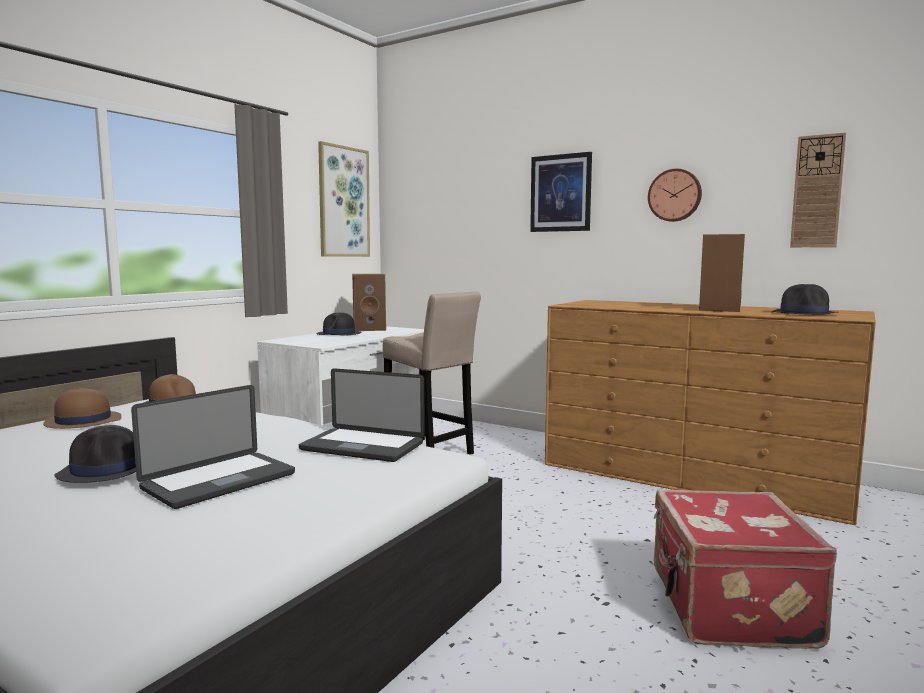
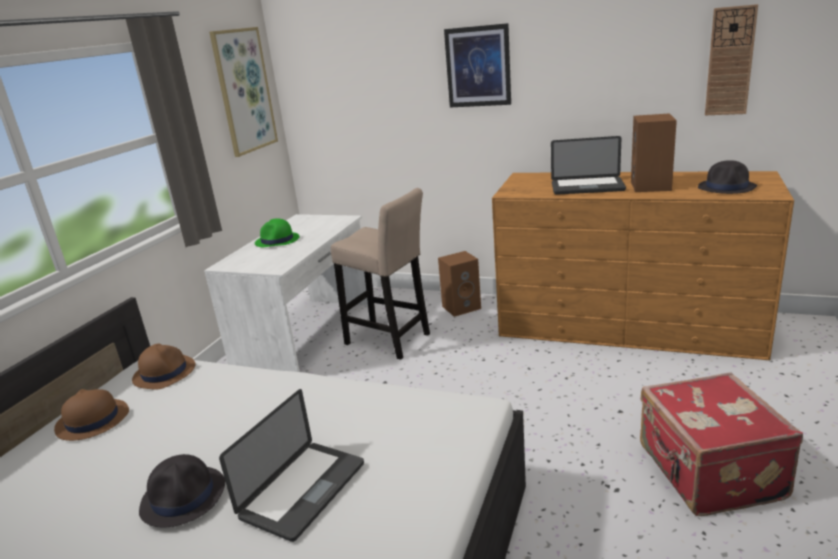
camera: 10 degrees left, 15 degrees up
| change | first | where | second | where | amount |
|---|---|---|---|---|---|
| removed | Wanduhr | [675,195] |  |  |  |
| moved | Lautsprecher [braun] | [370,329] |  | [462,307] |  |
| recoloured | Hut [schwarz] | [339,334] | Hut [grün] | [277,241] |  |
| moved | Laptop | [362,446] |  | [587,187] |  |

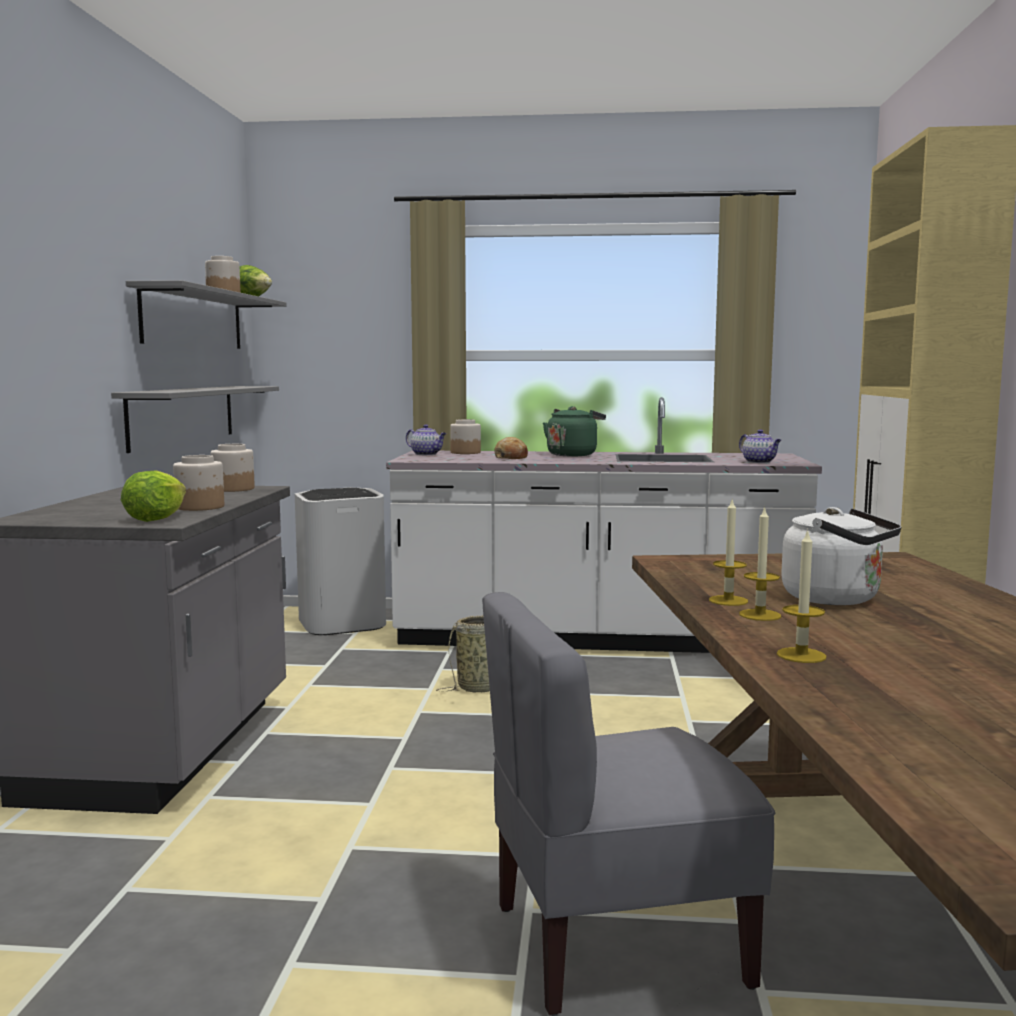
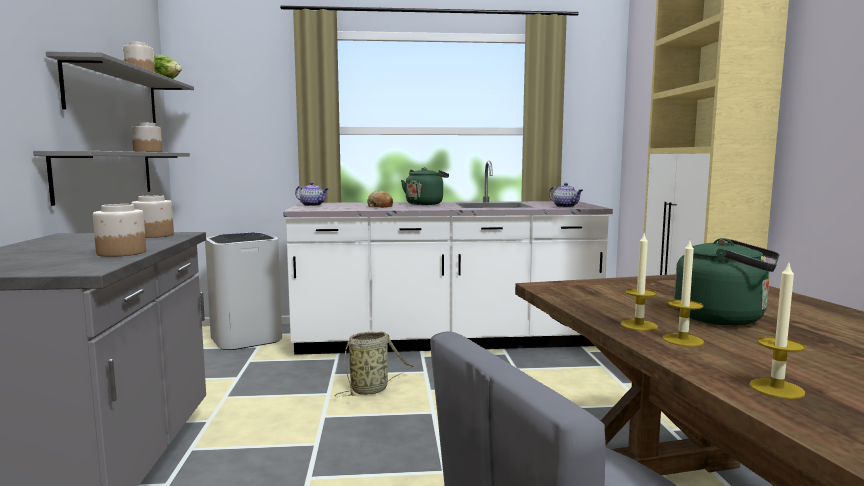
camera: 10 degrees left, 0 degrees up
| change | first | where | second | where | amount |
|---|---|---|---|---|---|
| moved | Vorratsglas | [465,452] |  | [147,152] |  |
| removed | Salatkopf | [155,519] |  |  |  |
| recoloured | Wasserkessel [weiß] | [837,599] | Wasserkessel [grün] | [725,319] |  |

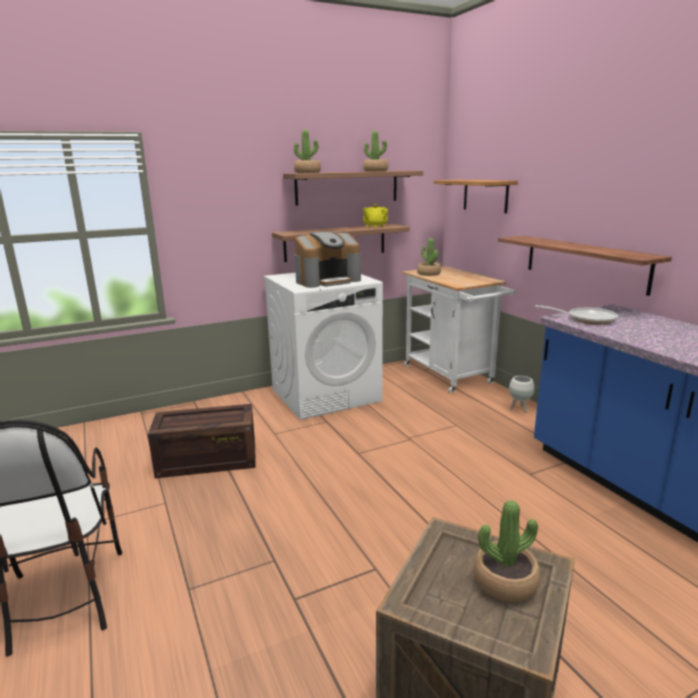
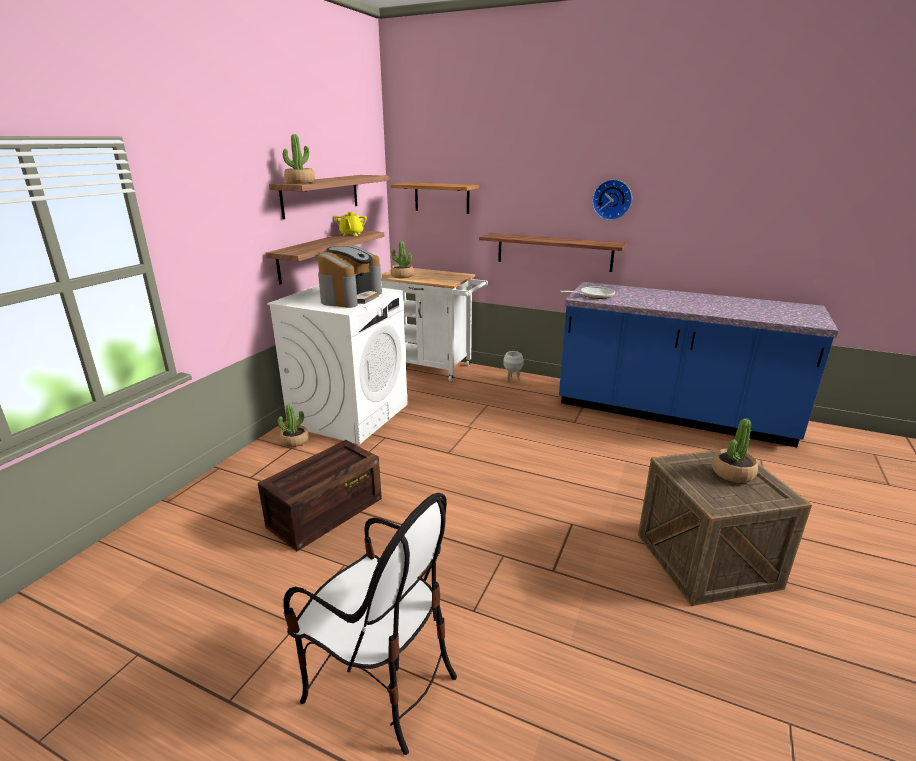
camera: 40 degrees left, 5 degrees up
| change | first | where | second | where | amount |
|---|---|---|---|---|---|
| moved | Topfpflanze | [375,171] |  | [295,441] |  |
| added |  |  | Wanduhr | [612,199] |  |

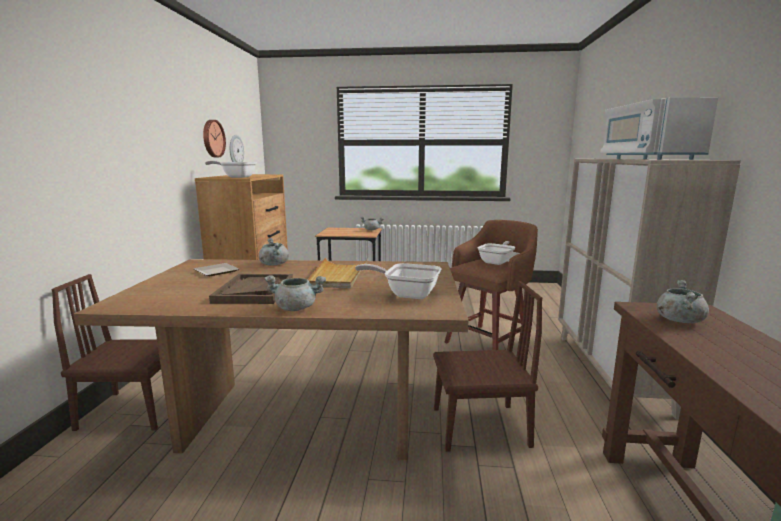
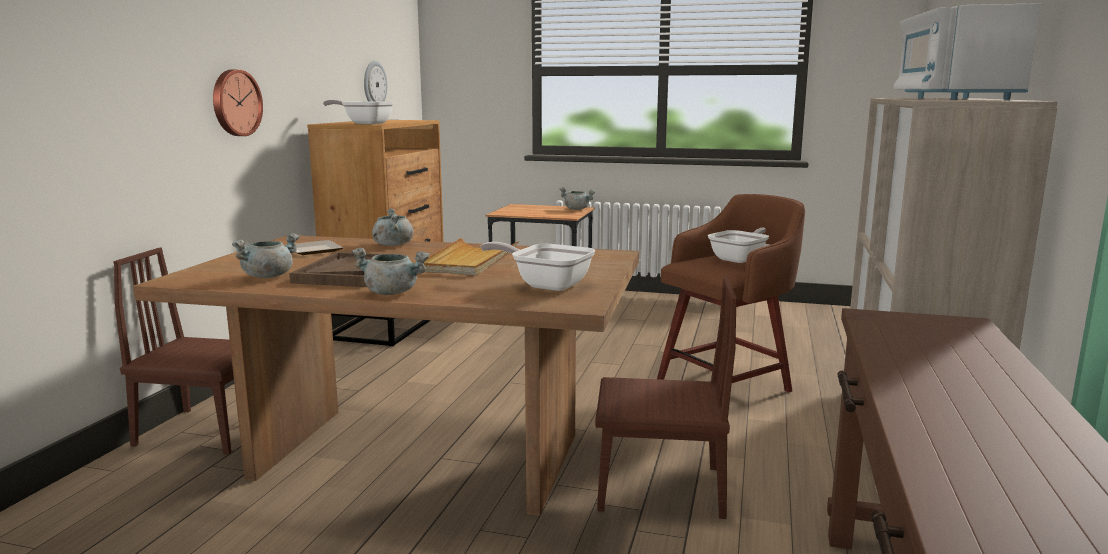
camera: 10 degrees right, 0 degrees up
| change | first | where | second | where | amount |
|---|---|---|---|---|---|
| moved | Wanduhr | [212,138] |  | [235,103] |  |
| moved | Kochtopf [grau] | [678,320] |  | [268,276] |  |

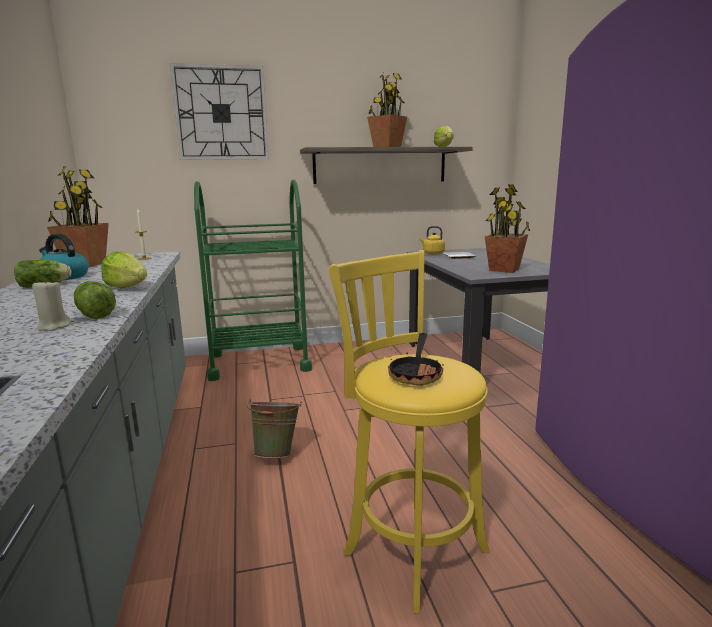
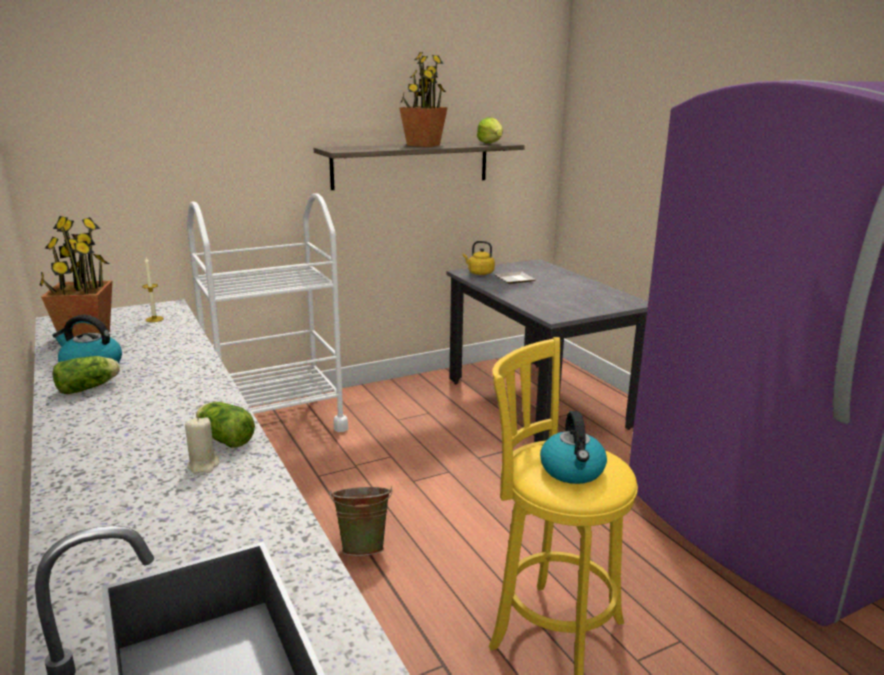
camera: 15 degrees left, 5 degrees up
| change | first | where | second | where | amount |
|---|---|---|---|---|---|
| removed | Wanduhr | [221,113] |  |  |  |
| recoloured | Rollwagen [grün] | [259,362] | Rollwagen [weiß] | [275,423] |  |
| removed | Topfpflanze | [504,270] |  |  |  |
| removed | Salatkopf | [127,288] |  |  |  |
| replaced | Pfanne | [416,373] | Wasserkessel | [572,471] |  |

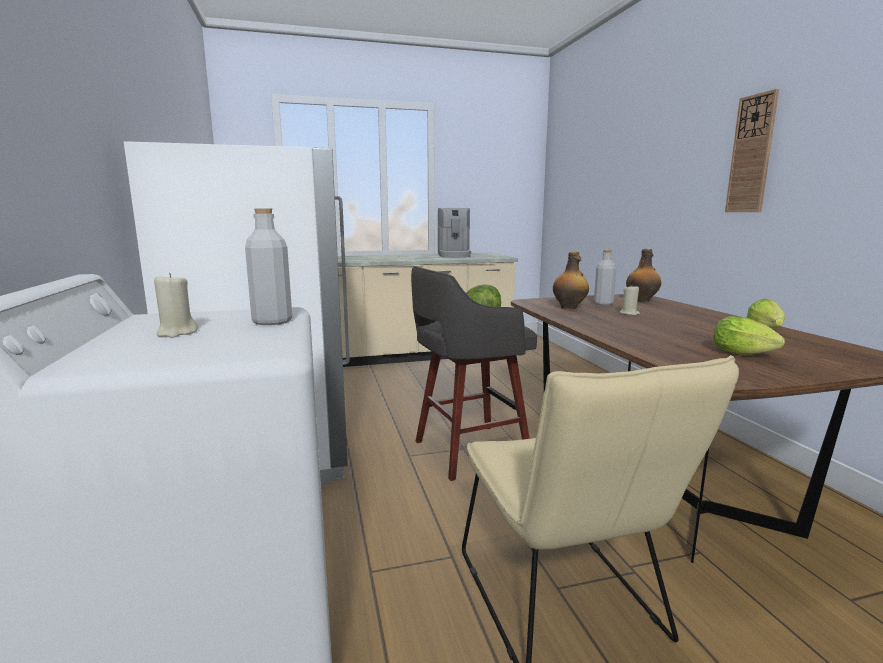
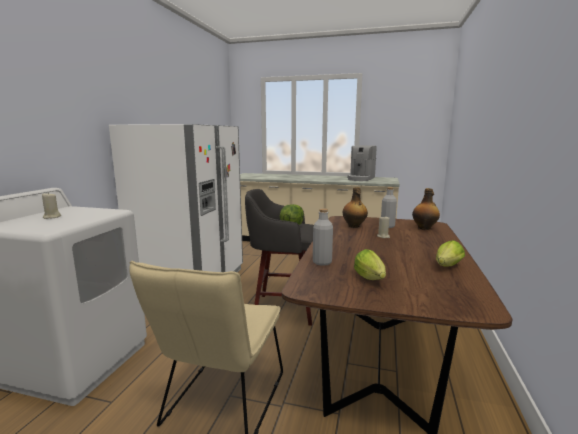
camera: 30 degrees right, 0 degrees up
| change | first | where | second | where | amount |
|---|---|---|---|---|---|
| removed | Wanduhr | [751,154] |  |  |  |
| moved | Flasche [grau] | [272,321] |  | [322,262] |  |

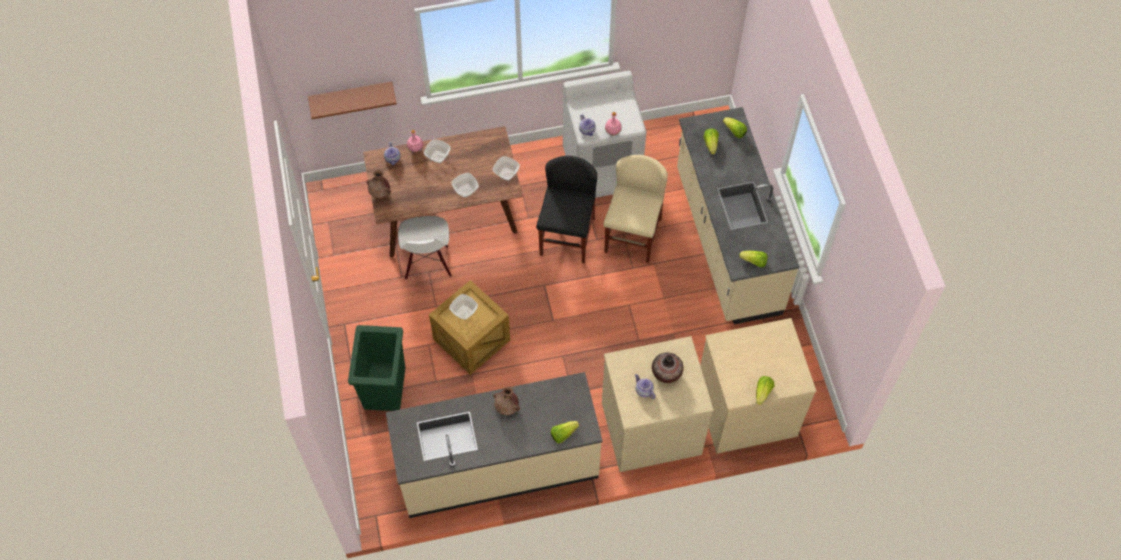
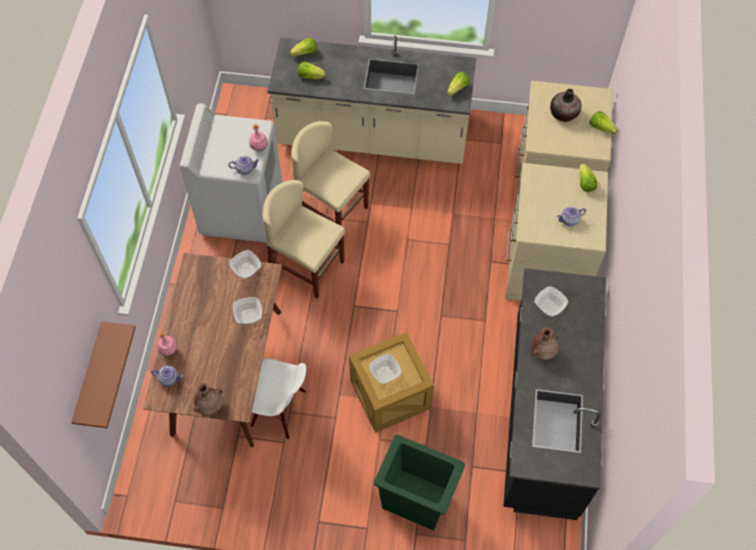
camera: 70 degrees left, 0 degrees up
| change | first | where | second | where | amount |
|---|---|---|---|---|---|
| moved | Schüssel | [438,157] |  | [549,307] |  |
| recoloured | Stuhl [schwarz] | [567,236] | Stuhl [beige] | [306,266] |  |
| moved | Vase | [666,373] |  | [563,114] |  |
| recoloured | Küchenzeile [beige] | [497,465] | Küchenzeile [schwarz] | [543,414] |  |
| moved | Salatkopf | [563,434] |  | [585,183] |  |

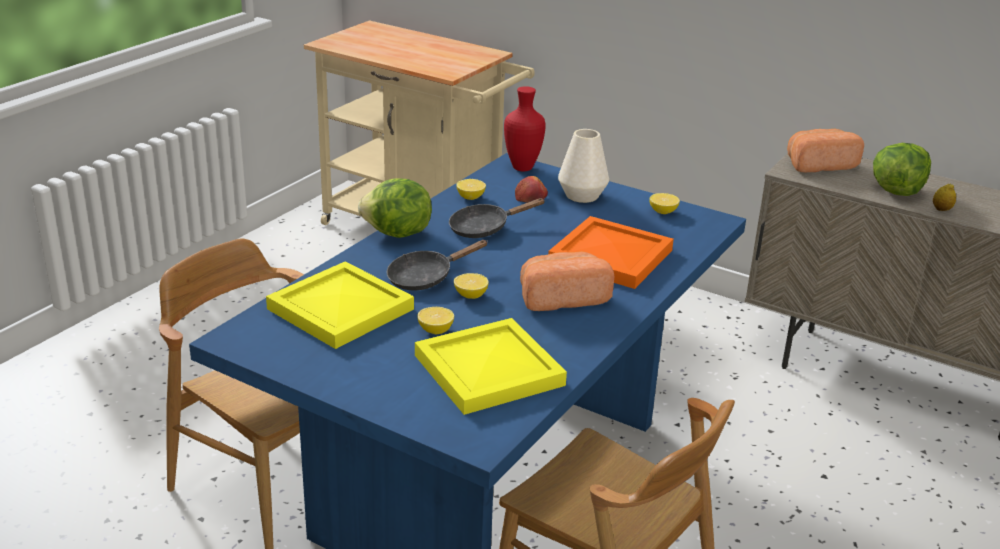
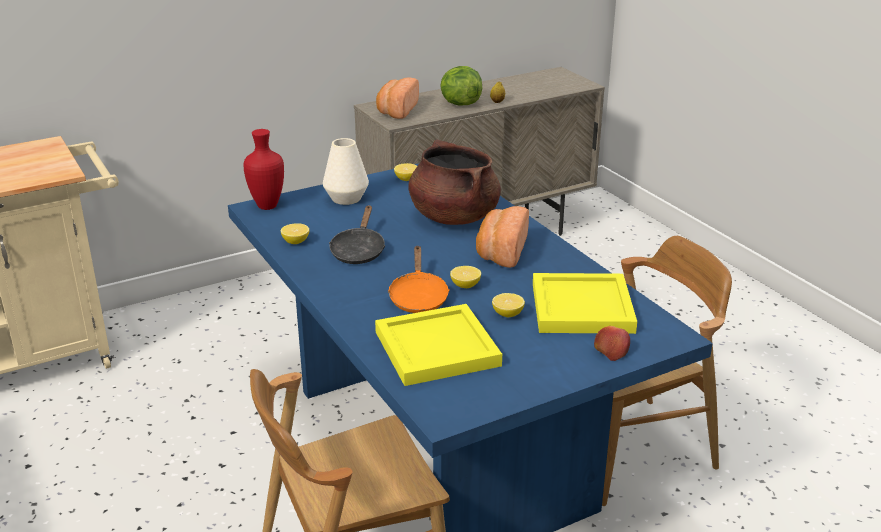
camera: 60 degrees left, 0 degrees up
| change | first | where | second | where | amount |
|---|---|---|---|---|---|
| moved | Apfel | [531,198] |  | [611,350] |  |
| removed | Salatkopf | [397,234] |  |  |  |
| replaced | Tablett [orange] | [610,255] | Kochtopf [braun] | [453,217] |  |
| recoloured | Pfanne [schwarz] | [425,277] | Pfanne [orange] | [418,297] |  |

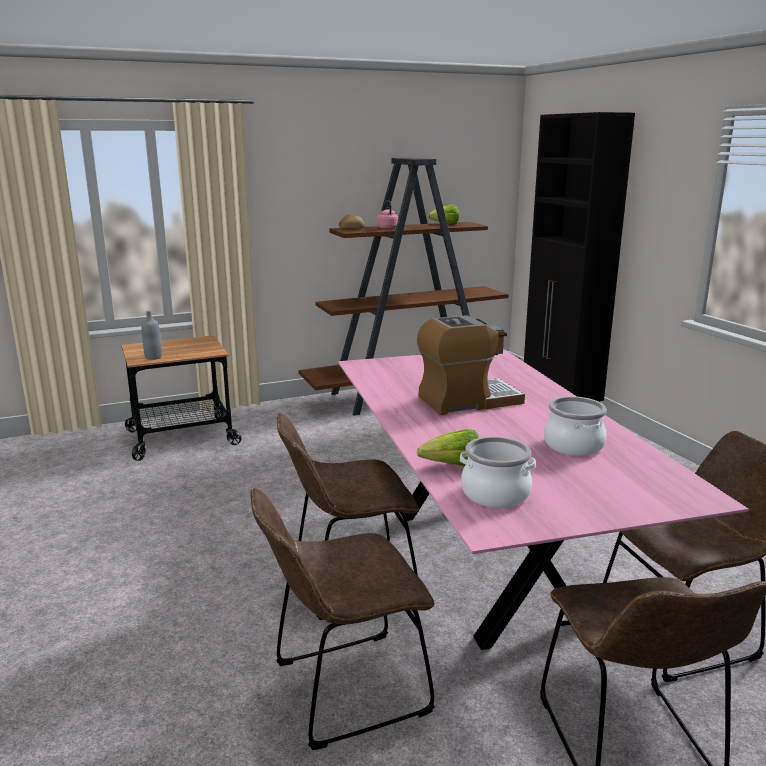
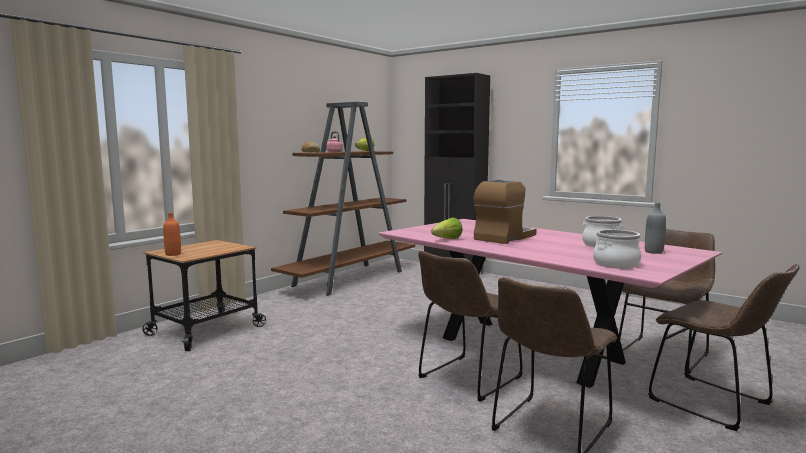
camera: 30 degrees left, 10 degrees down
| change | first | where | second | where | amount |
|---|---|---|---|---|---|
| moved | Flasche [grau] | [153,357] |  | [653,252] |  |
| moved | Salatkopf | [453,466] |  | [447,240] |  |
| added |  |  | Flasche [orange] | [173,254] |  |

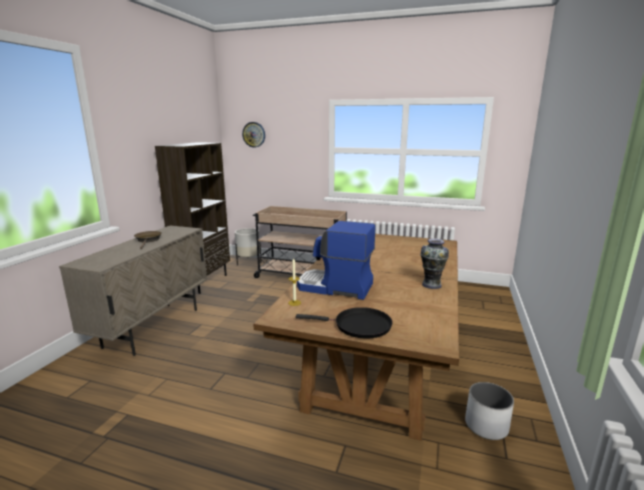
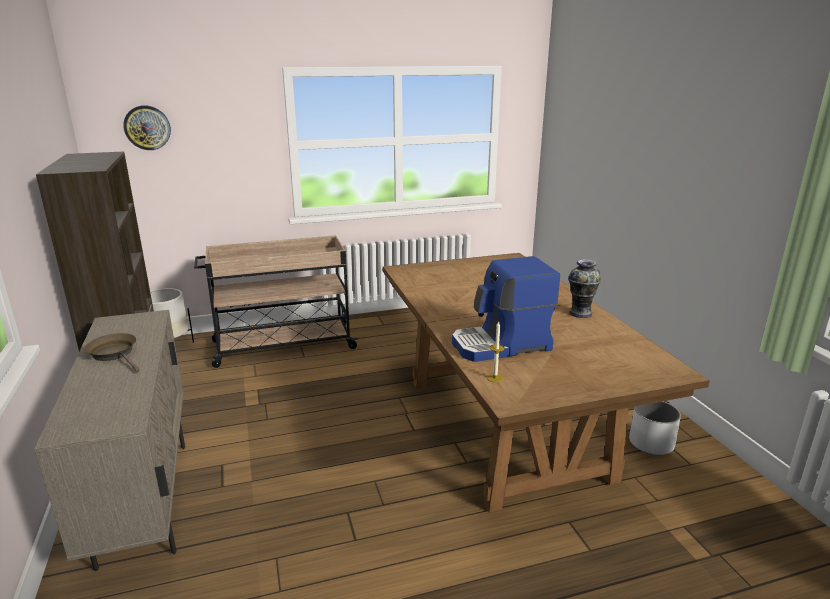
camera: 35 degrees left, 5 degrees up
| change | first | where | second | where | amount |
|---|---|---|---|---|---|
| removed | Pfanne [schwarz] | [358,326] |  |  |  |

